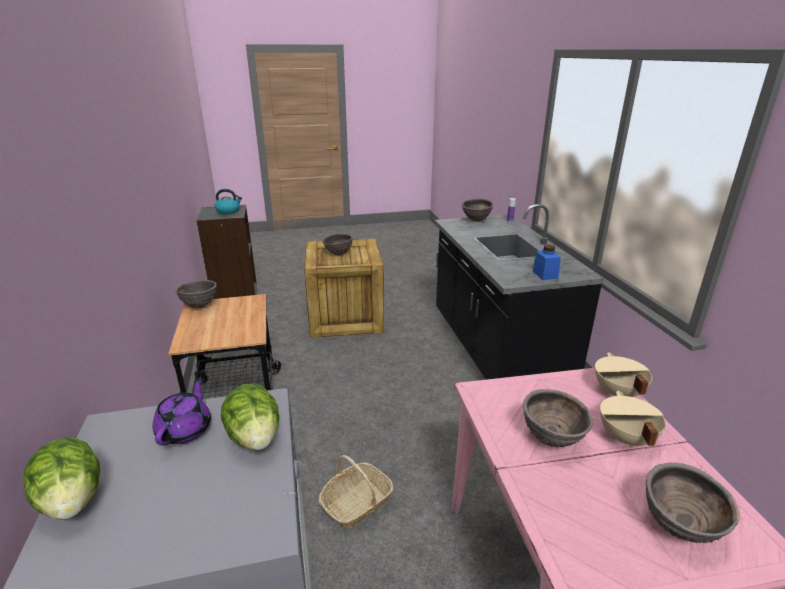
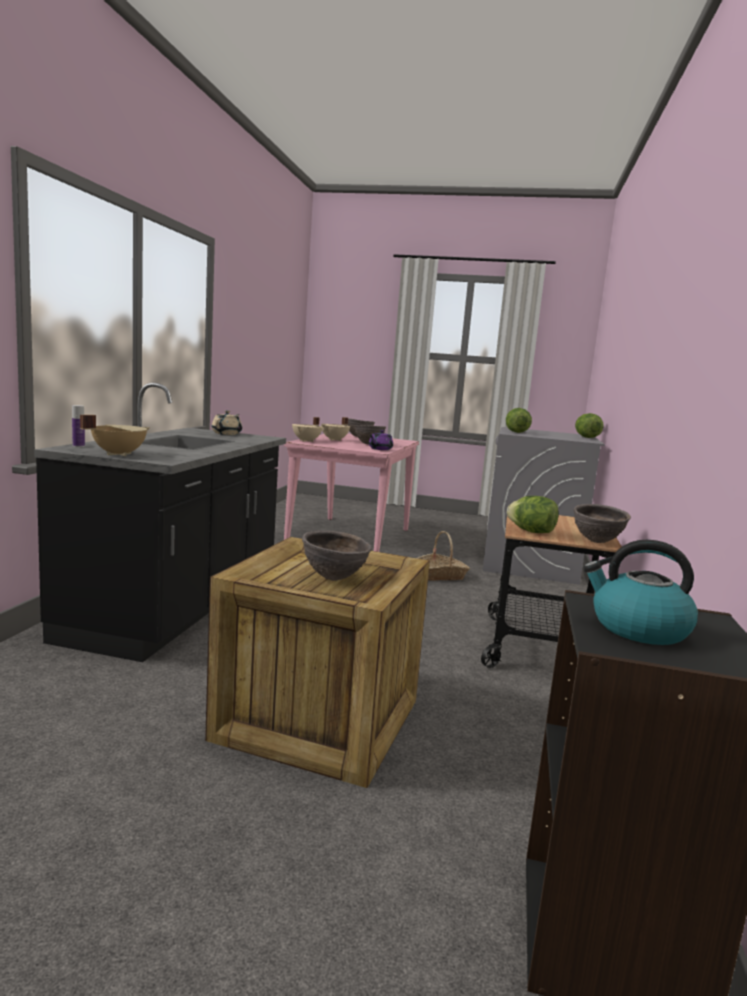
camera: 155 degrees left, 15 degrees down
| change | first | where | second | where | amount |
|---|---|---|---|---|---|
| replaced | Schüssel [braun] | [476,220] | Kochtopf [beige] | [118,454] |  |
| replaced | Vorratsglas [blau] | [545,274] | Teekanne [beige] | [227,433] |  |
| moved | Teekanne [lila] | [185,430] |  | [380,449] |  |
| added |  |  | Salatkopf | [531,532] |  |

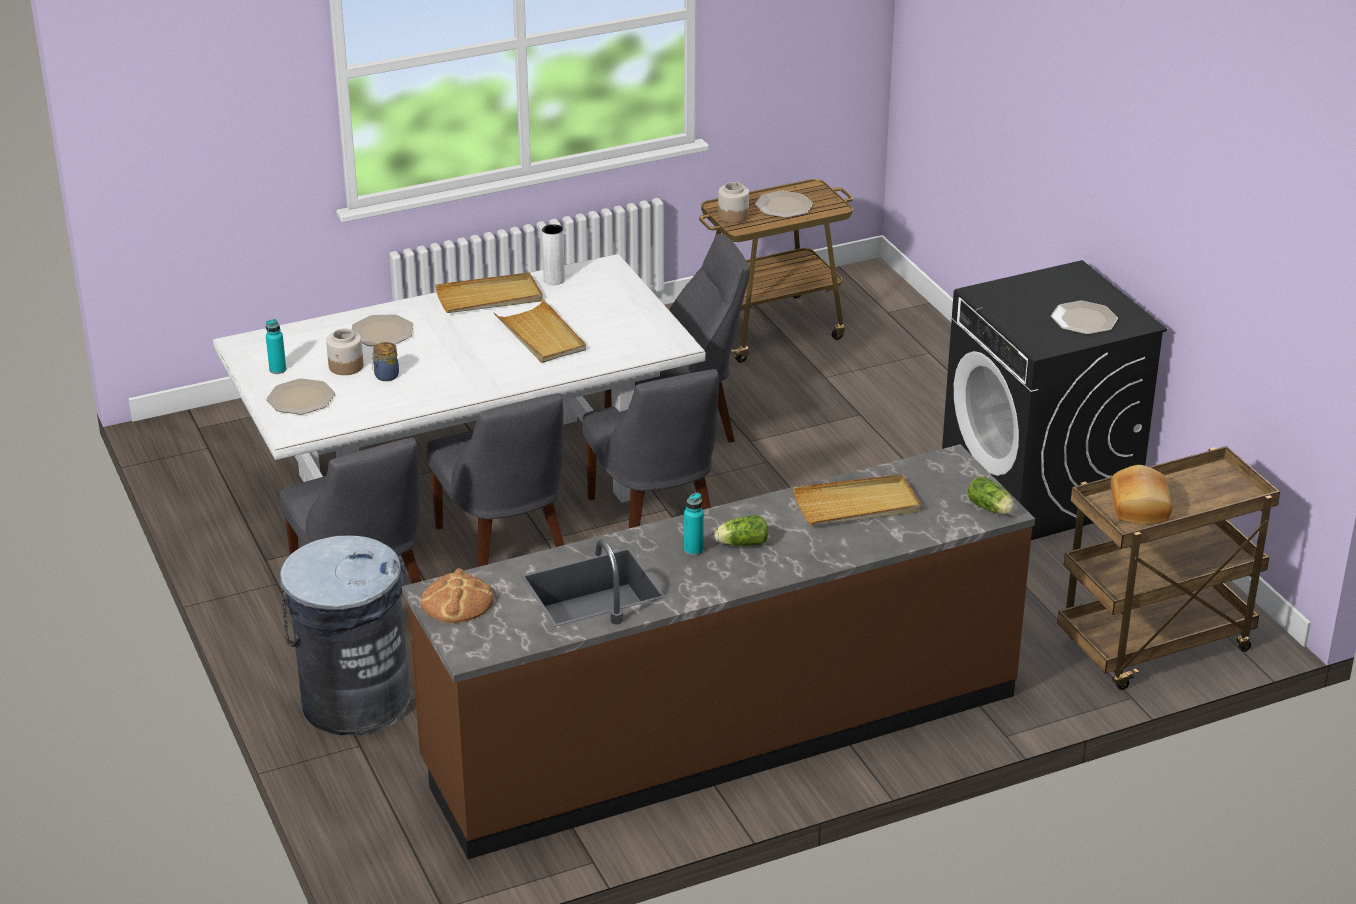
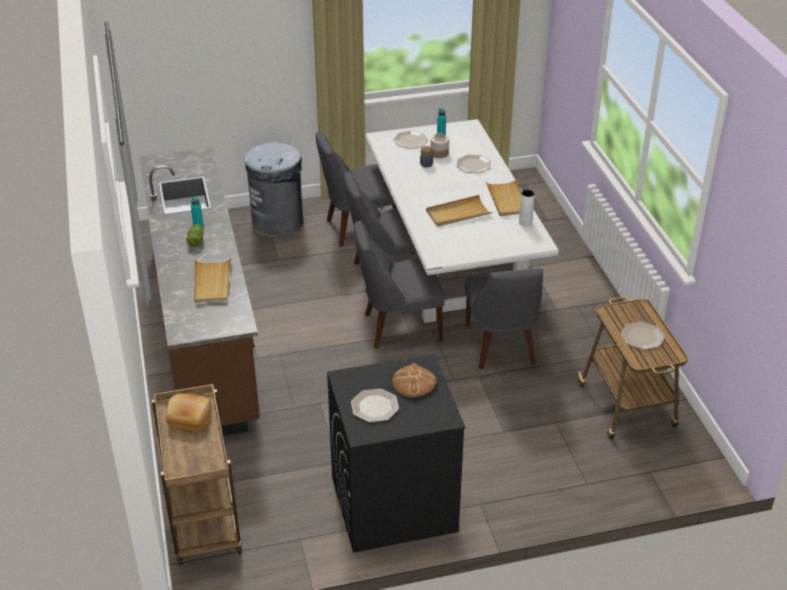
camera: 100 degrees right, 5 degrees up
| change | first | where | second | where | amount |
|---|---|---|---|---|---|
| removed | Vorratsglas | [733,216] |  |  |  |
| removed | Salatkopf | [991,509] |  |  |  |
| moved | Brot | [457,601] |  | [413,383] |  |

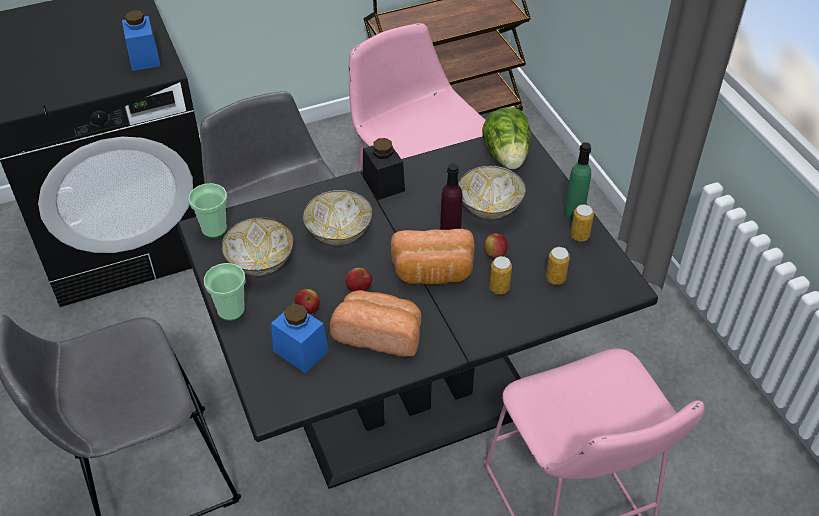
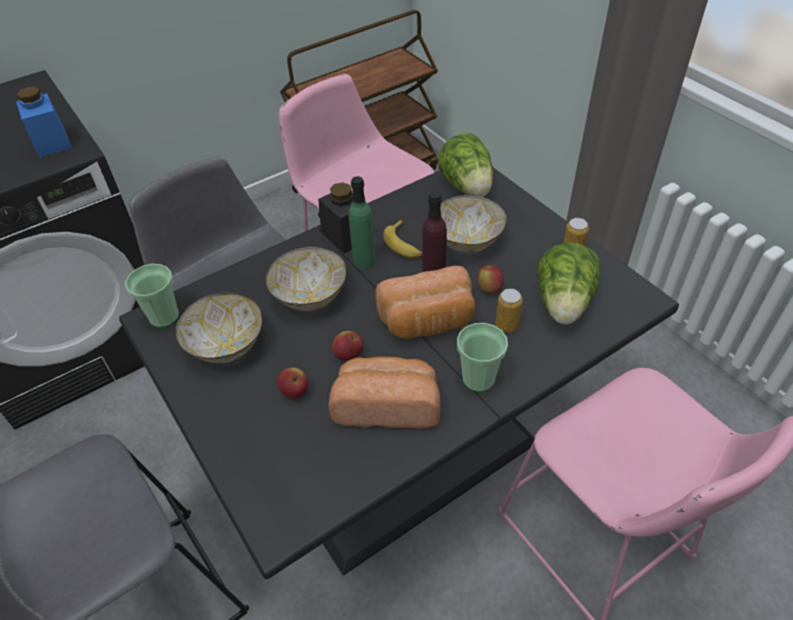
camera: 10 degrees left, 0 degrees up
| change | first | where | second | where | amount |
|---|---|---|---|---|---|
| moved | Flasche [grün] | [574,213] |  | [364,261] |  |
| replaced | Dose | [555,278] | Salatkopf | [564,304] |  |
| moved | Tasse | [231,310] |  | [478,379] |  |
| removed | Vorratsglas [blau] | [300,351] |  |  |  |
| added |  |  | Banane | [404,245] |  |

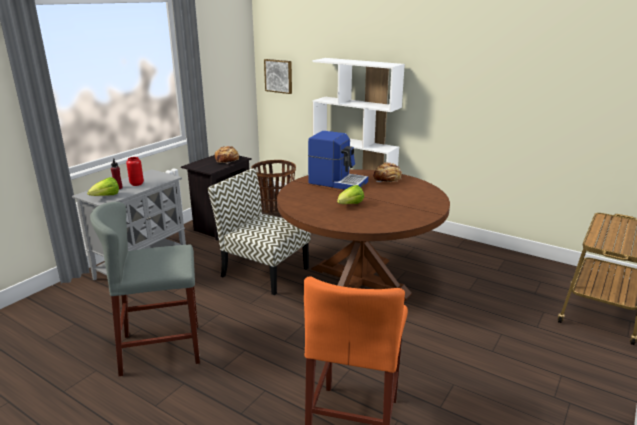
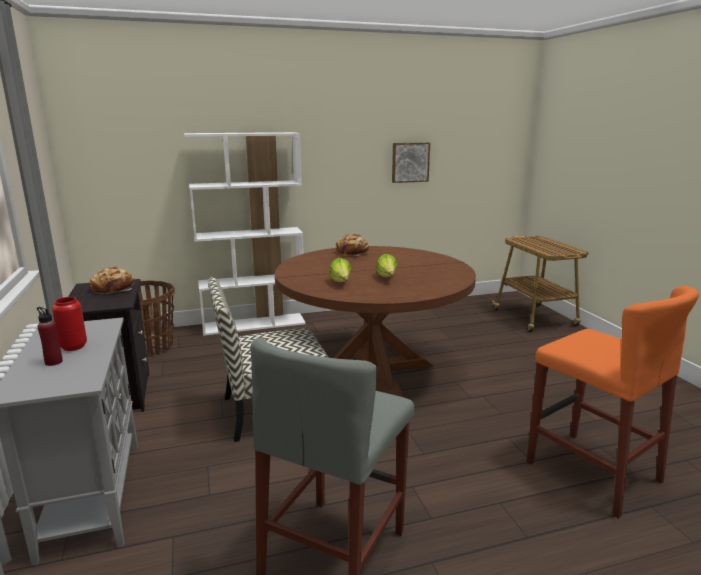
camera: 50 degrees left, 5 degrees down
| change | first | where | second | where | amount |
|---|---|---|---|---|---|
| moved | Bild | [279,76] |  | [410,162] |  |
| removed | Kaffeemaschine | [337,182] |  |  |  |
| moved | Salatkopf | [106,196] |  | [341,282] |  |

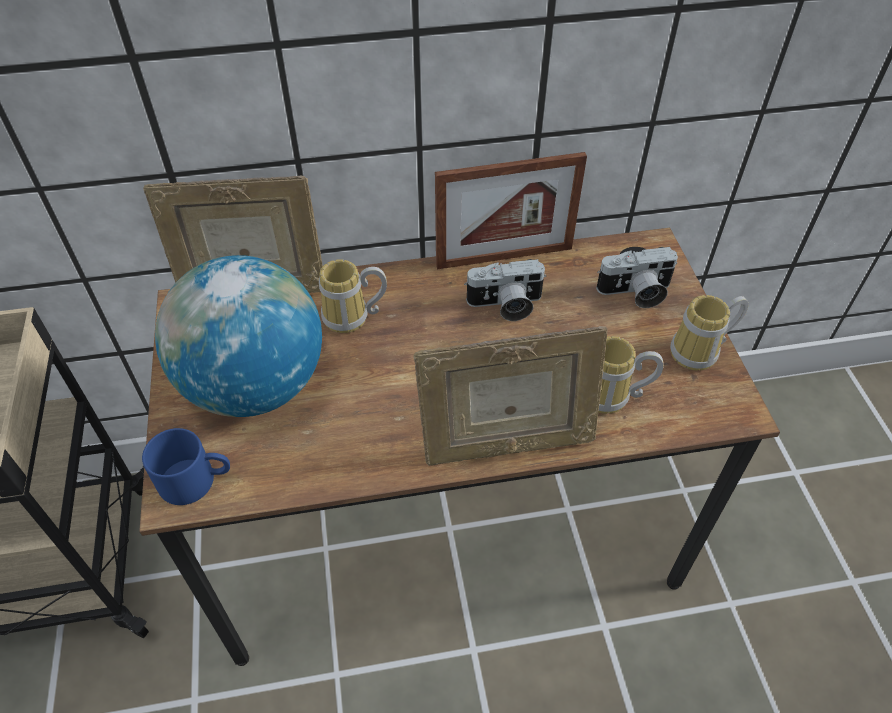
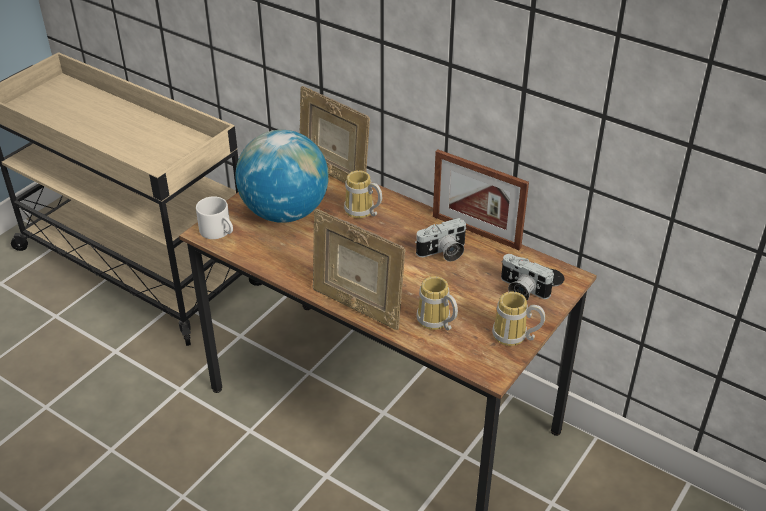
camera: 45 degrees right, 10 degrees down
| change | first | where | second | where | amount |
|---|---|---|---|---|---|
| turned | Kamera | [505,305] |  | [443,253] | 60 degrees counterclockwise |
| recoloured | Henkelbecher [blau] | [196,479] | Henkelbecher [weiß] | [219,231] |  |

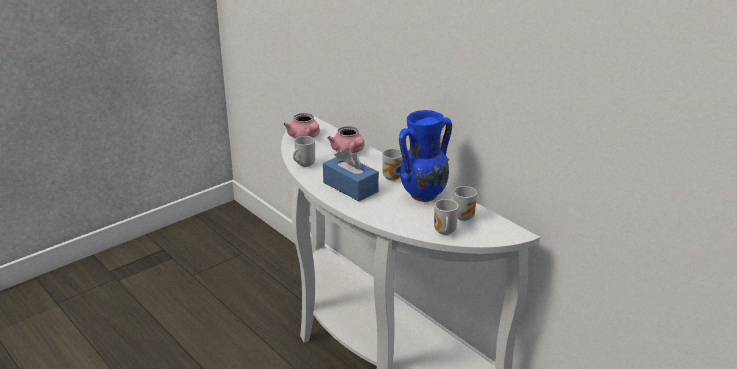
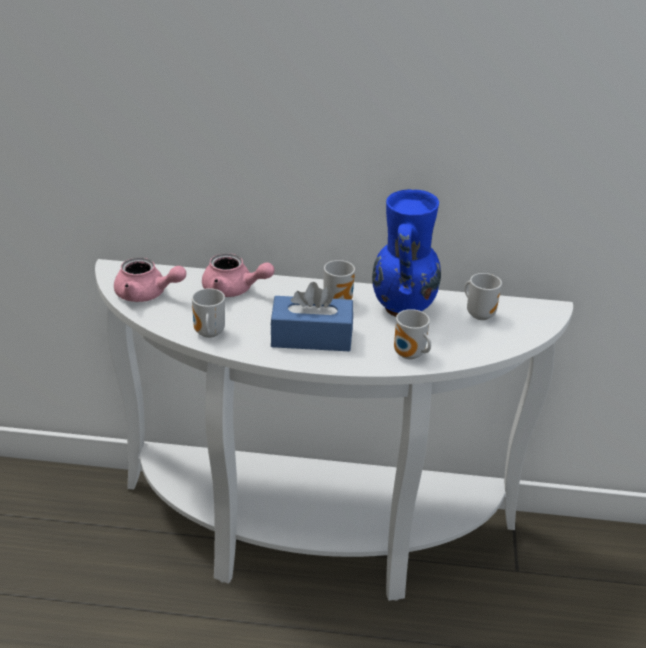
camera: 45 degrees left, 5 degrees up
| change | first | where | second | where | amount |
|---|---|---|---|---|---|
| moved | Henkelbecher | [444,232] |  | [409,356] |  |

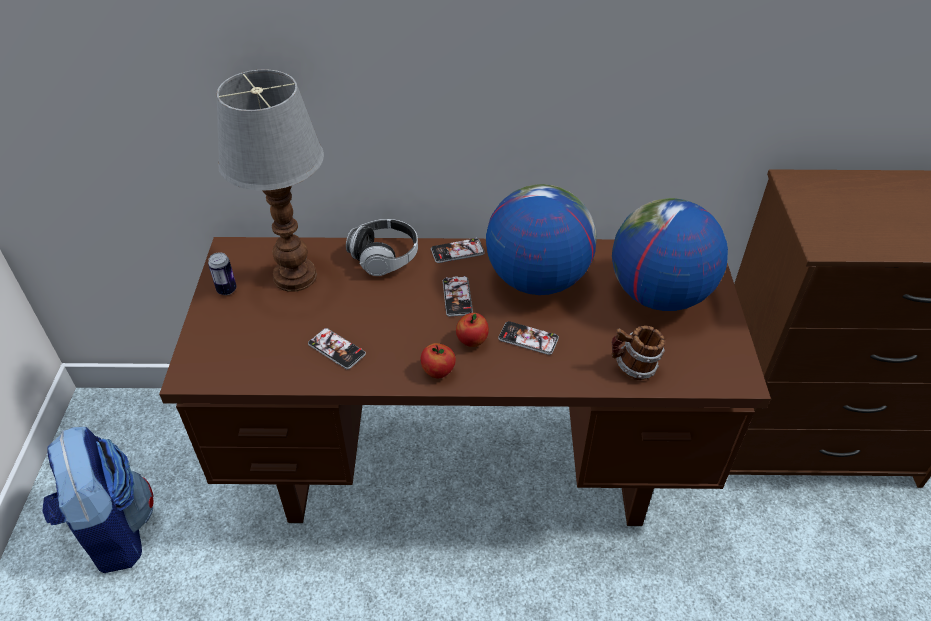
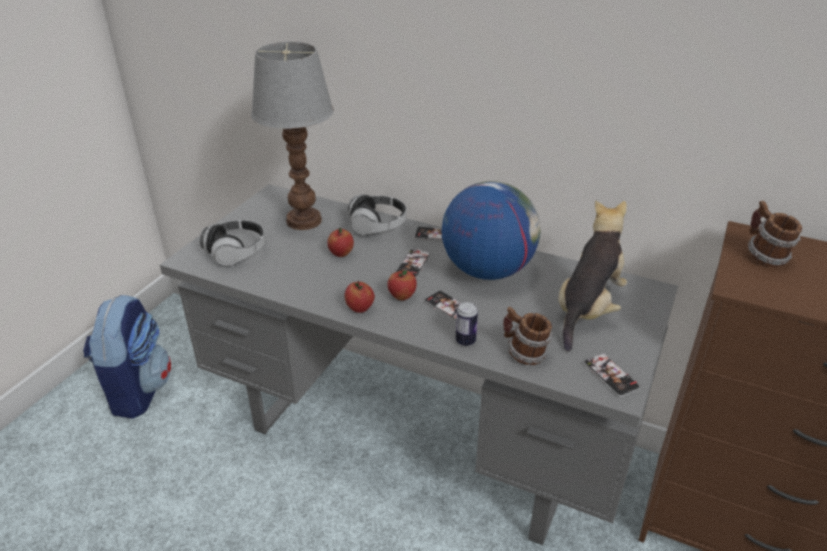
camera: 25 degrees right, 10 degrees down
| change | first | where | second | where | amount |
|---|---|---|---|---|---|
| replaced | Globus | [658,295] | Plüschtier | [587,309] |  |
| recoloured | Schreibtisch [braun] | [466,465] | Schreibtisch [grau] | [415,439] |  |
| moved | Dose | [227,290] |  | [465,341] |  |
| moved | Handy | [336,349] |  | [610,375] |  |
| added |  |  | Henkelbecher | [764,256] |  |
| added |  |  | Kopfhörer | [236,252] |  |
| added |  |  | Apfel | [341,253] |  |

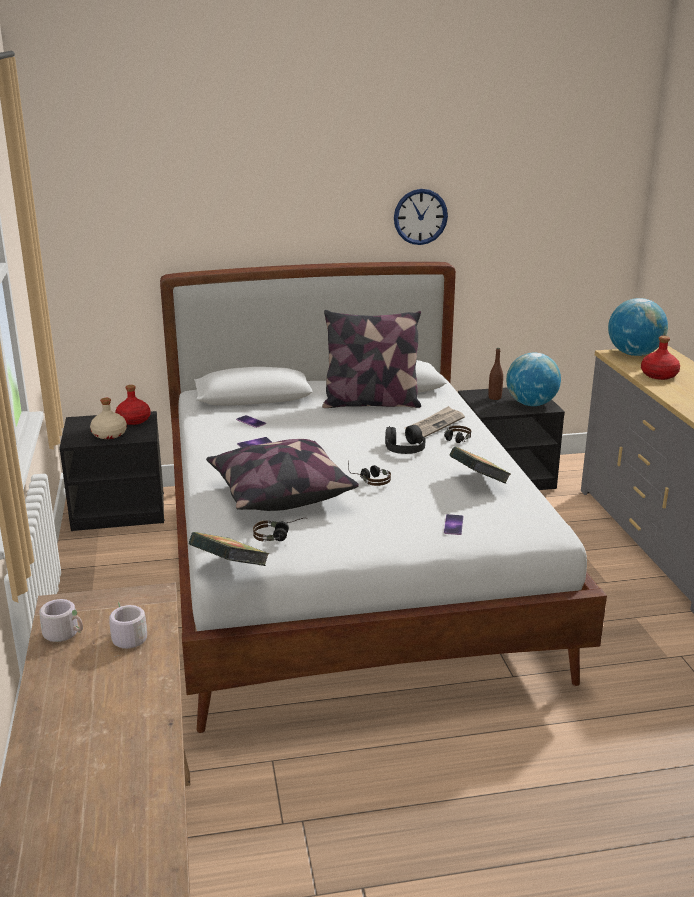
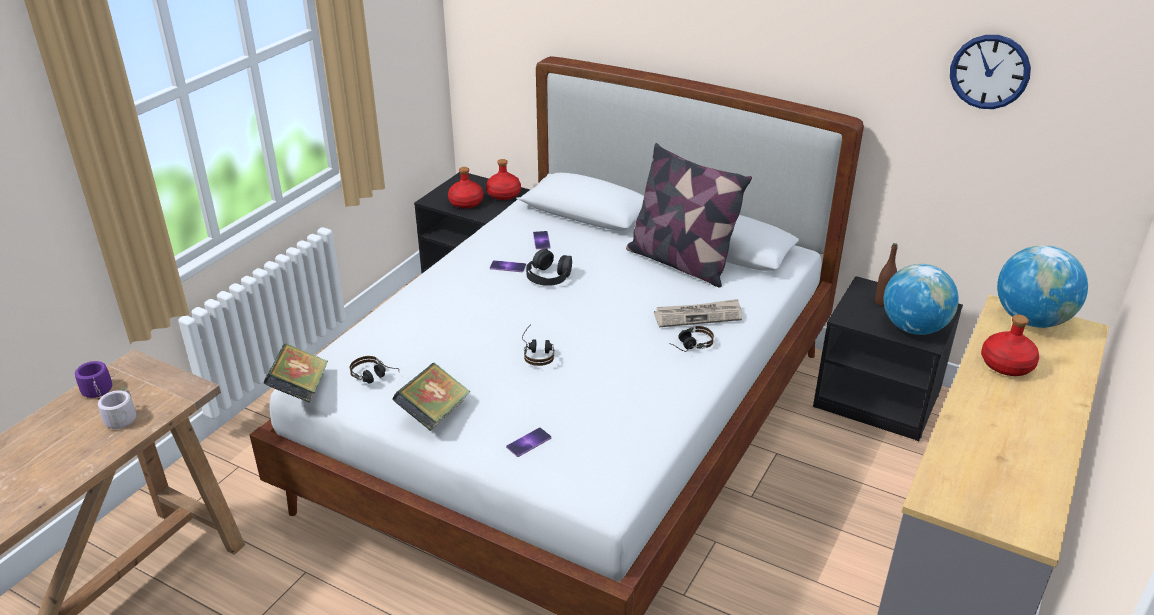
camera: 40 degrees right, 10 degrees up
| change | first | where | second | where | amount |
|---|---|---|---|---|---|
| moved | Wanduhr | [420,216] |  | [989,72] |  |
| recoloured | Flasche [beige] | [109,434] | Flasche [rot] | [465,203] |  |
| moved | Kopfhörer [schwarz] | [404,447] |  | [549,275] |  |
| removed | Kissen | [279,493] |  |  |  |
| moved | Buch | [478,482] |  | [434,414] |  |
| recoloured | Henkelbecher [grau] | [65,633] | Henkelbecher [lila] | [100,391] |  |

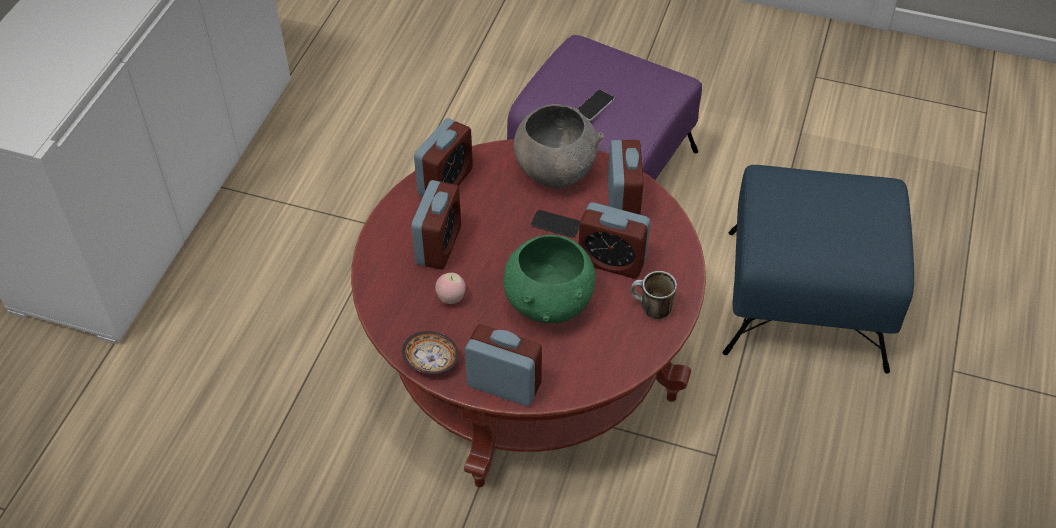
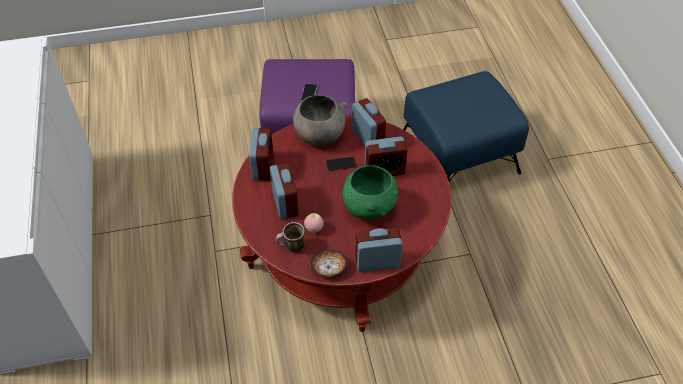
camera: 30 degrees left, 0 degrees up
| change | first | where | second | where | amount |
|---|---|---|---|---|---|
| moved | Henkelbecher | [650,309] |  | [291,247] |  |

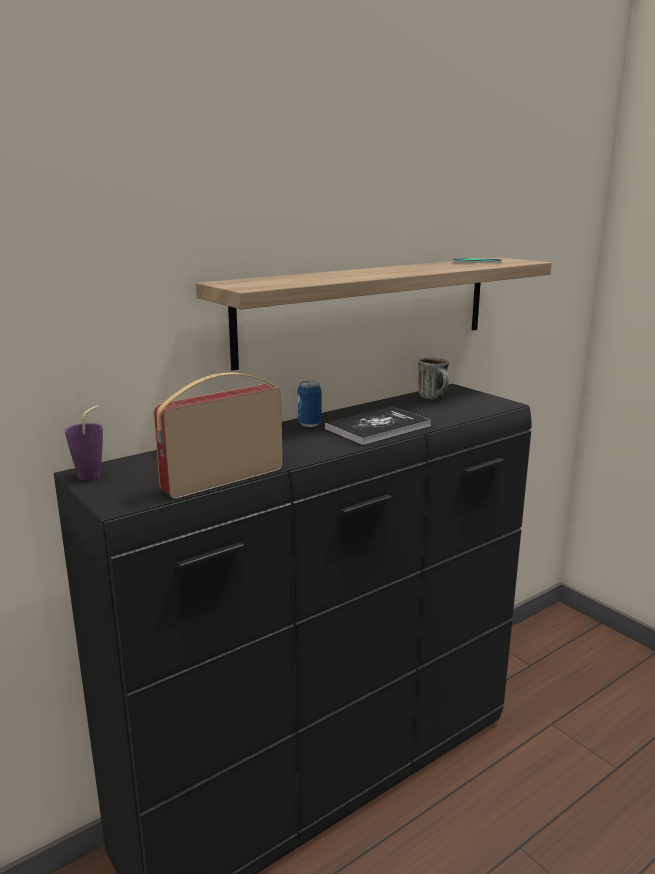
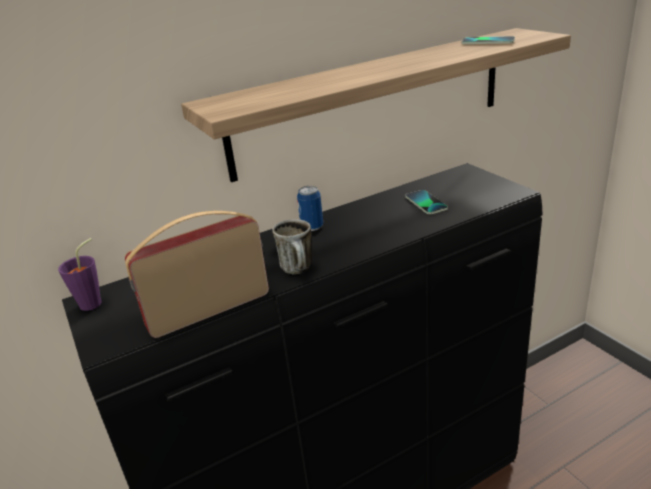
camera: 10 degrees right, 10 degrees up
| change | first | where | second | where | amount |
|---|---|---|---|---|---|
| moved | Henkelbecher | [435,398] |  | [299,270] |  |
| removed | Buch | [378,427] |  |  |  |
| added |  |  | Handy | [426,203] |  |

